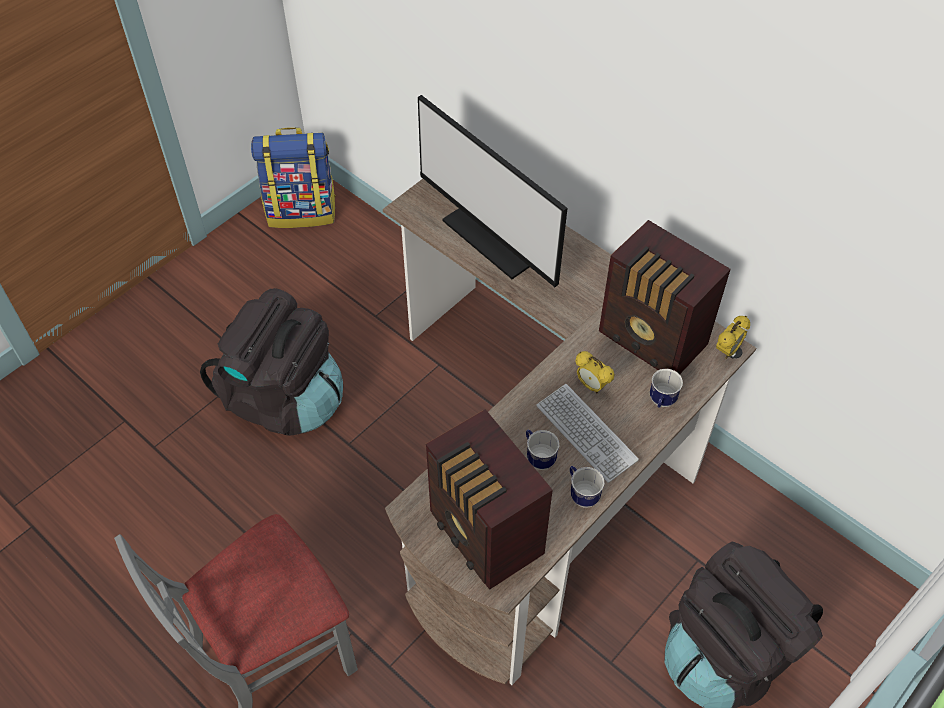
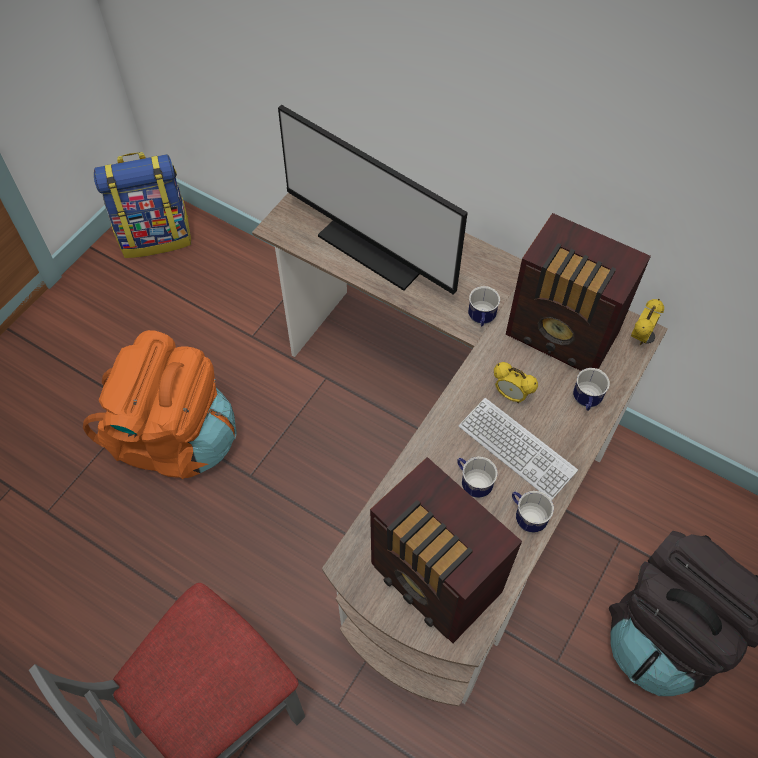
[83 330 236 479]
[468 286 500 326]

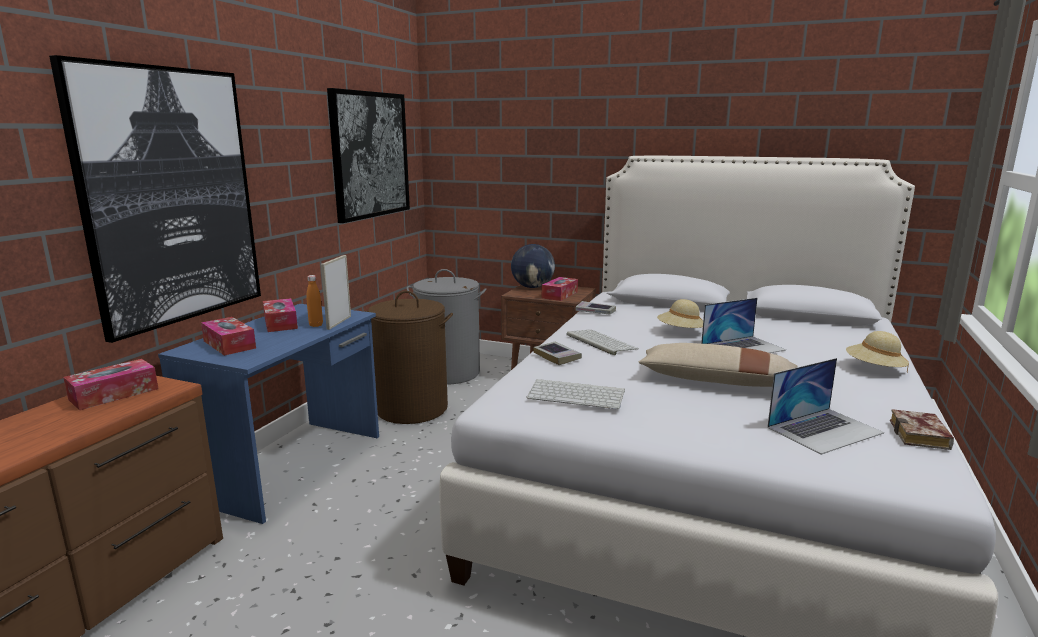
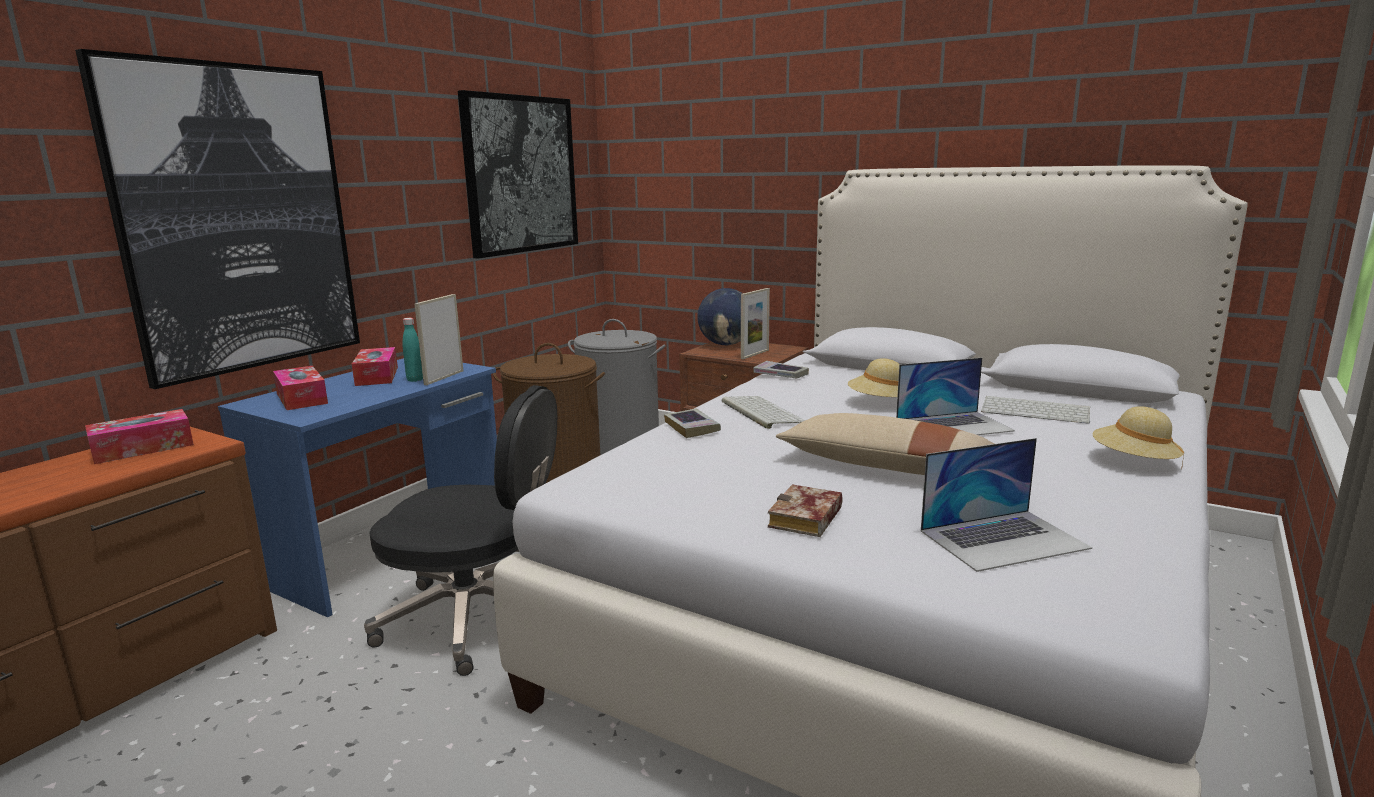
[403 318 423 382]
[981 396 1090 424]
[741 288 770 359]
[768 485 843 537]
[364 385 557 676]

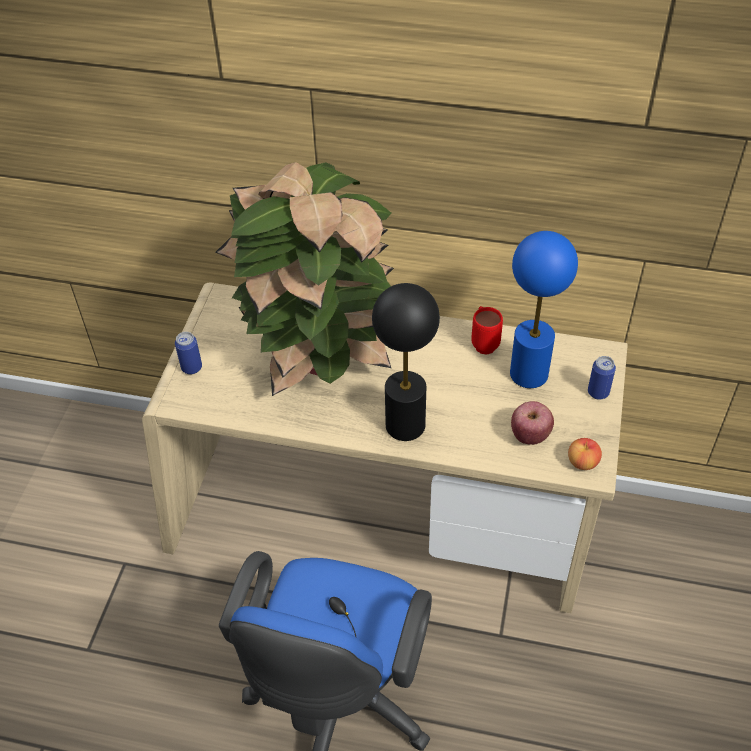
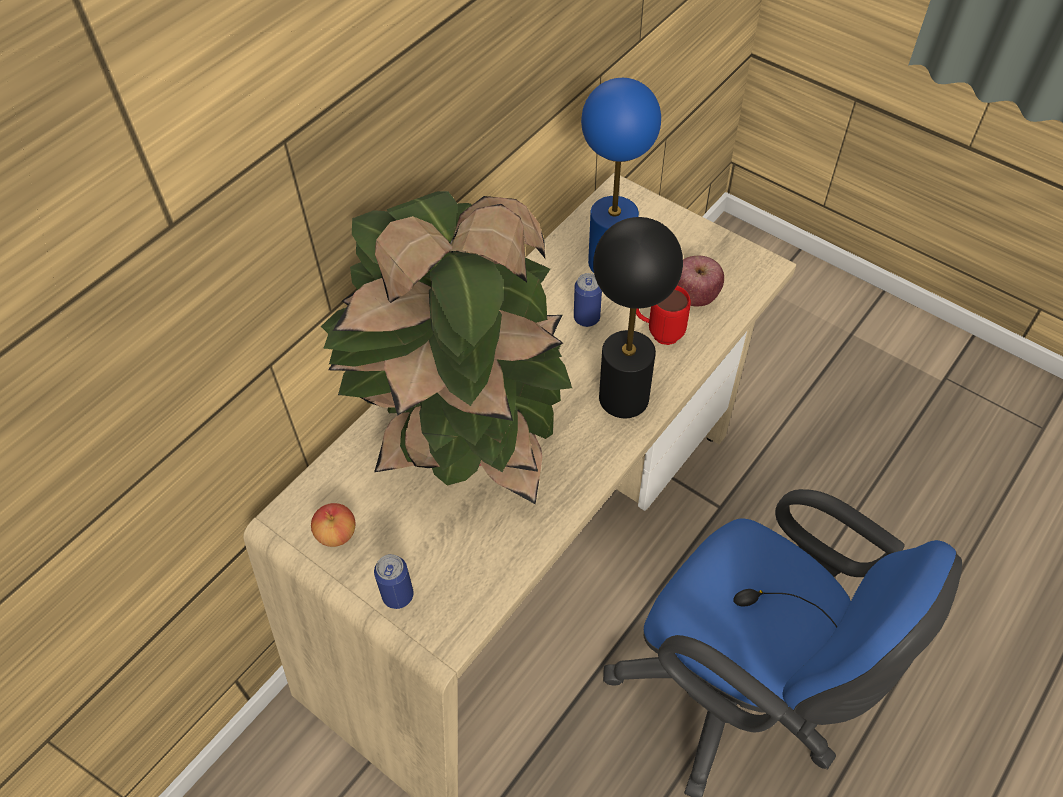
[636 286 691 345]
[311 503 356 547]
[574 273 602 327]

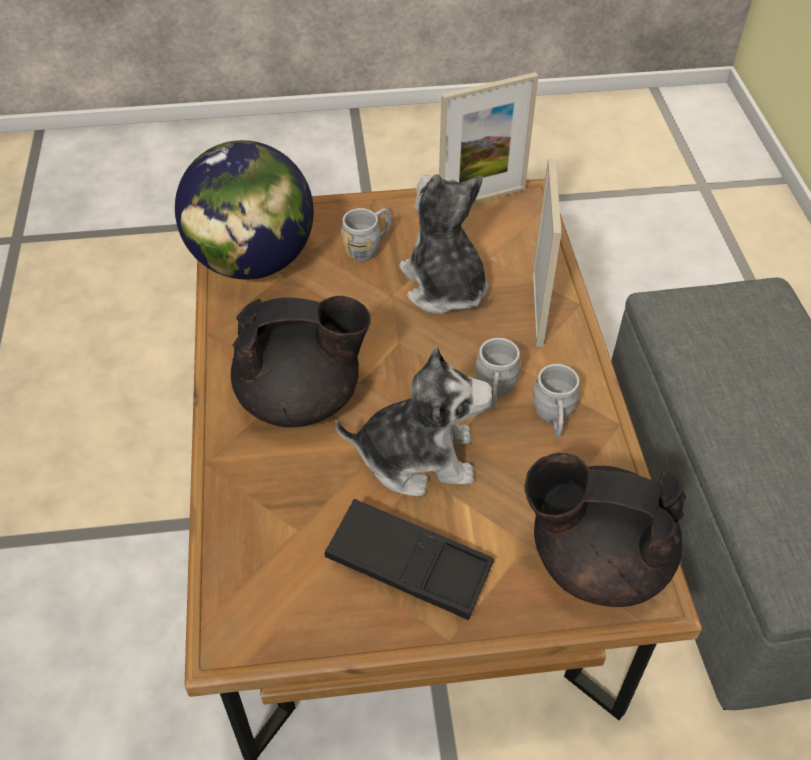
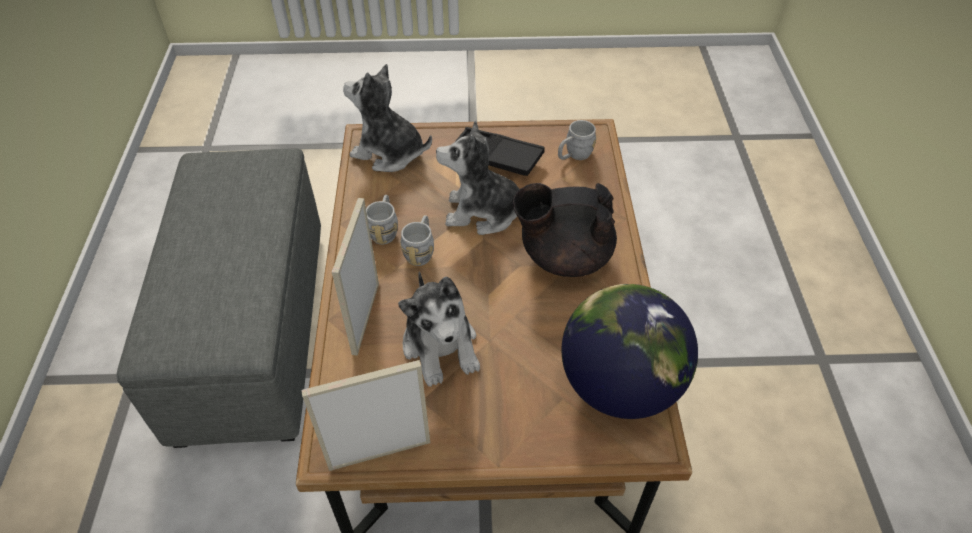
[558 120 596 160]
[343 64 432 172]

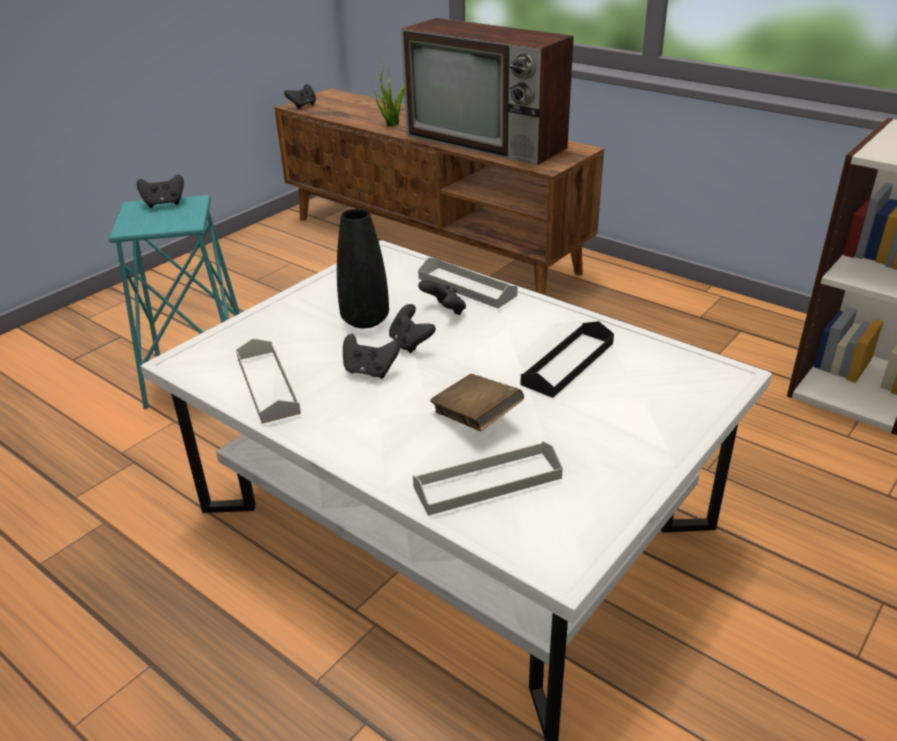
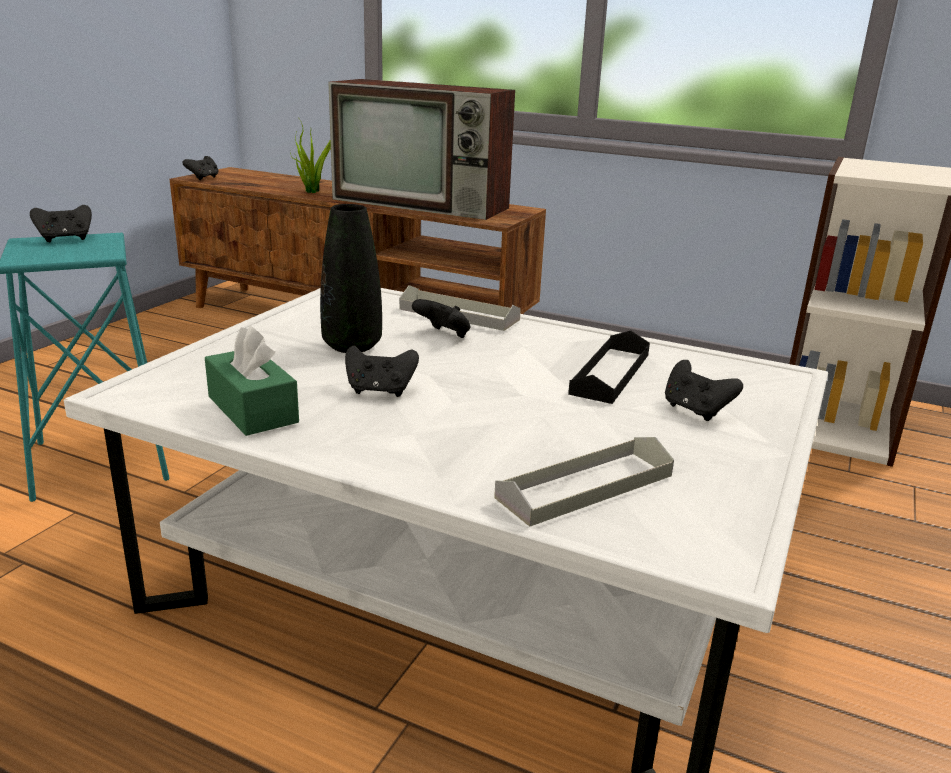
[205 325 299 436]
[665 360 743 421]
[430 374 524 431] (first image)

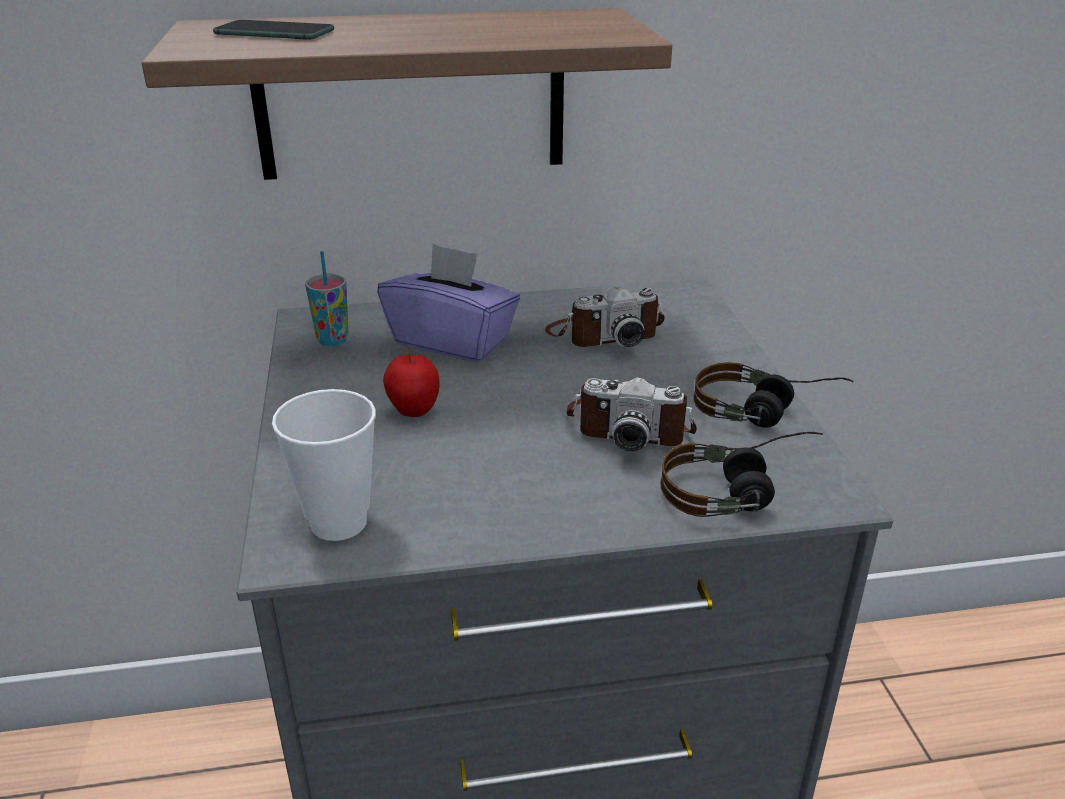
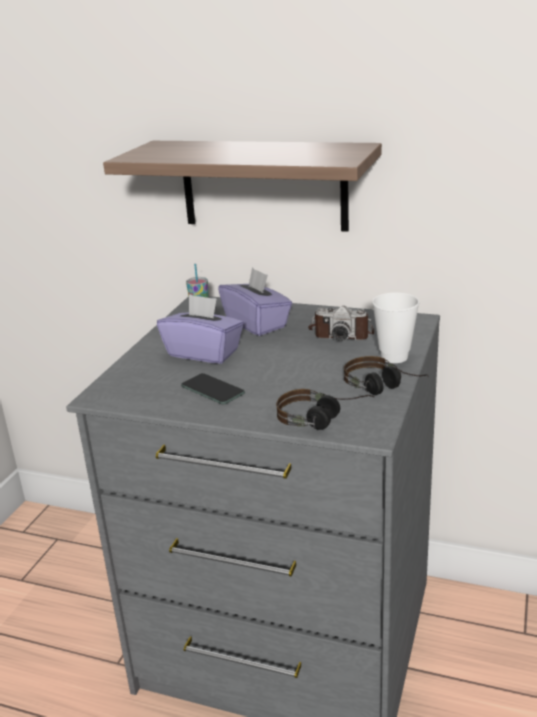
[181 373 245 405]
[372 292 419 363]
[157 294 244 364]
[566 377 697 451] (first image)

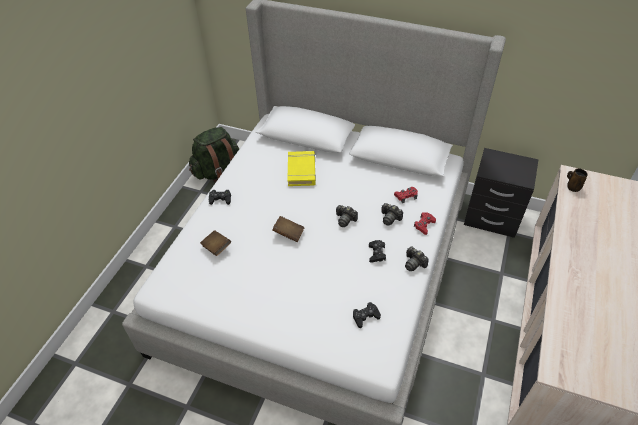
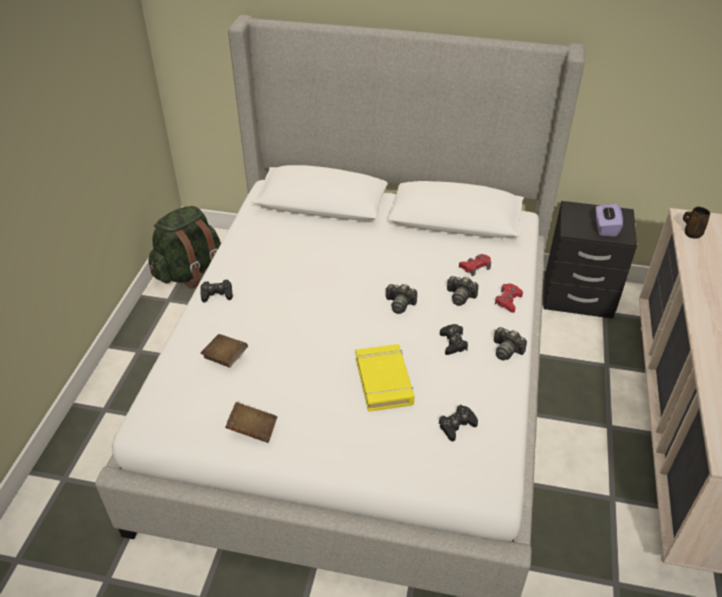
[225 402 277 443]
[356 344 415 412]
[596 204 623 237]

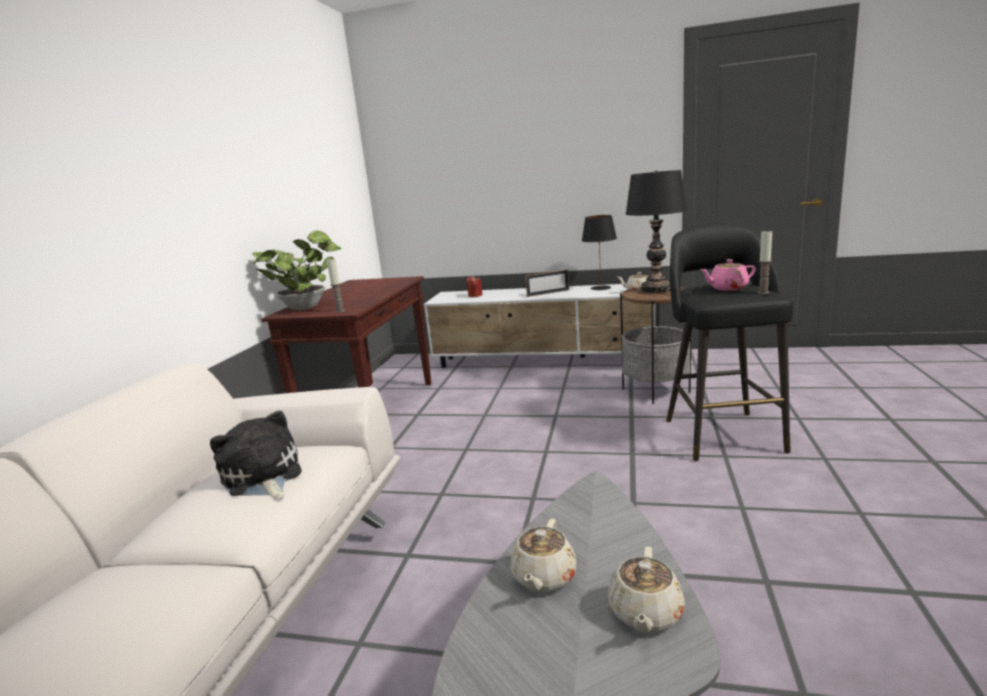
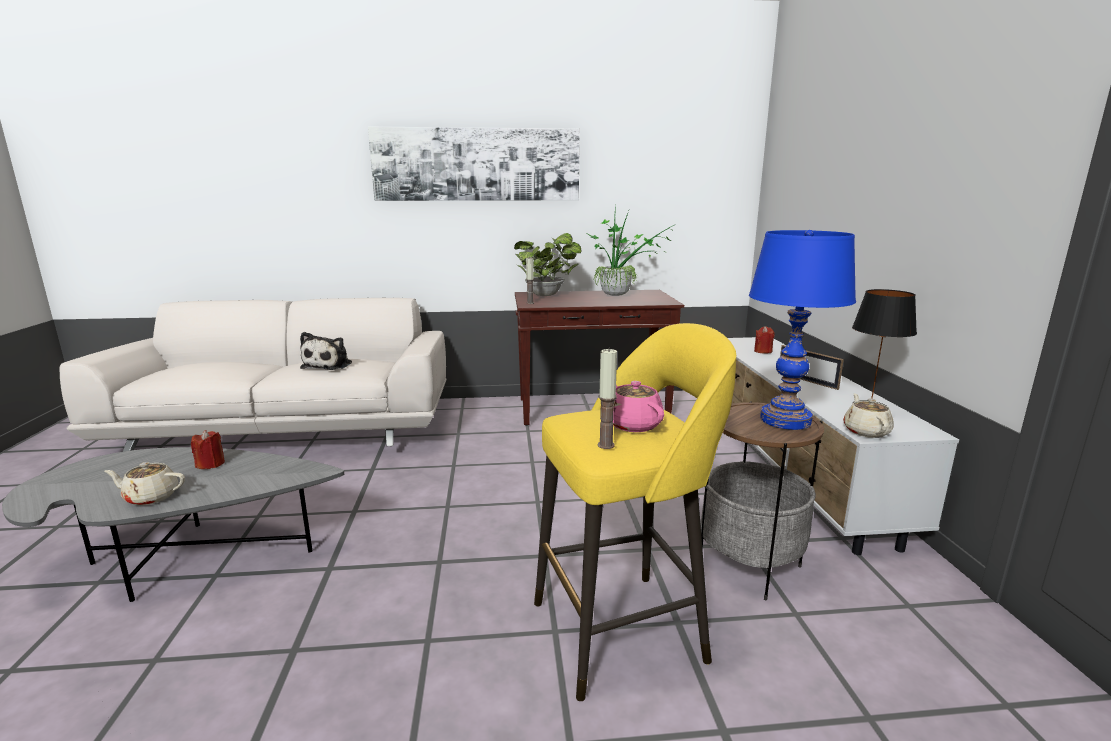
[300 332 352 370]
[191 430 225 469]
[749 230 856 430]
[534 323 736 701]
[368 127 580 201]
[588 202 676 296]

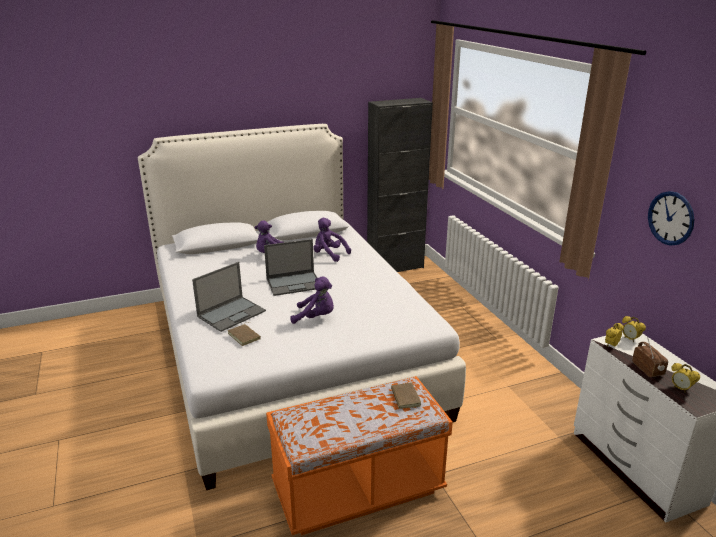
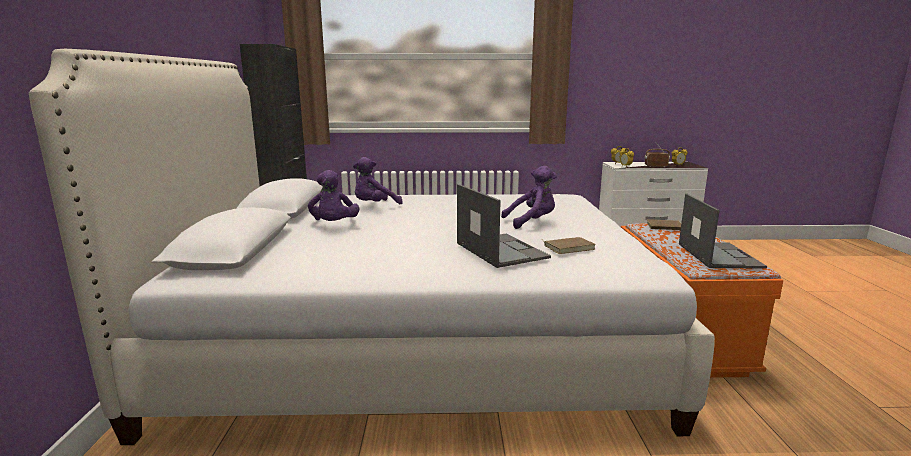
[679 193 767 269]
[501 166 557 229]
[648 191 695 246] (first image)

